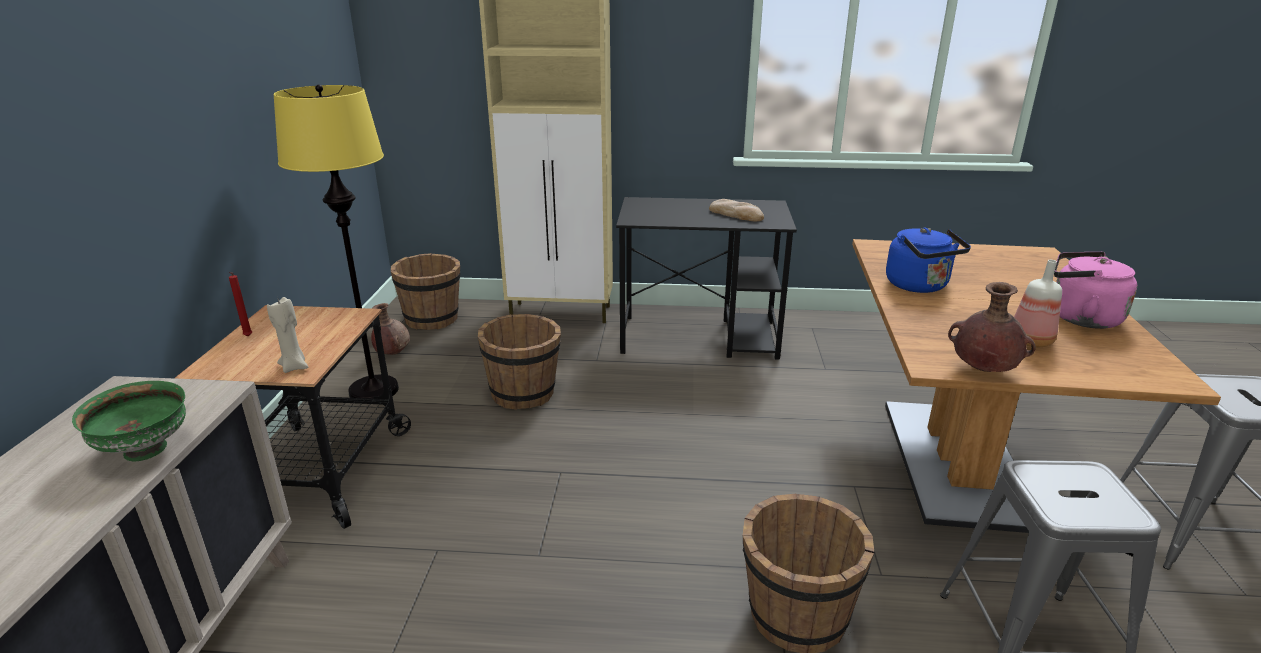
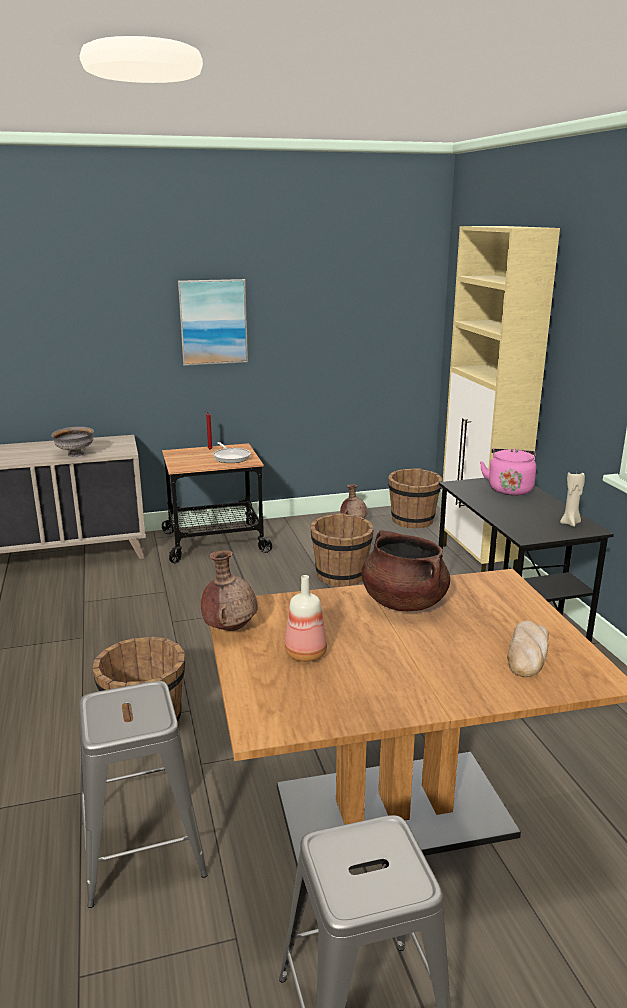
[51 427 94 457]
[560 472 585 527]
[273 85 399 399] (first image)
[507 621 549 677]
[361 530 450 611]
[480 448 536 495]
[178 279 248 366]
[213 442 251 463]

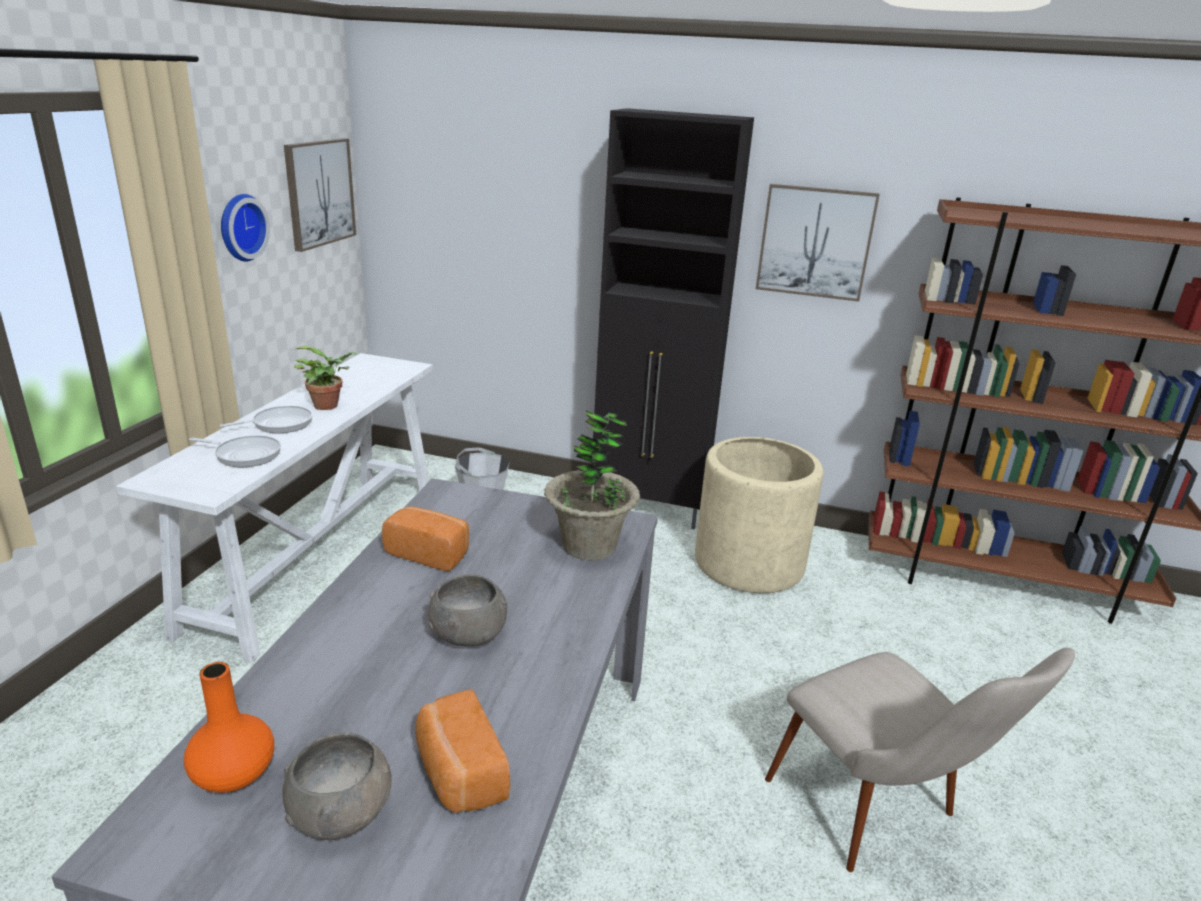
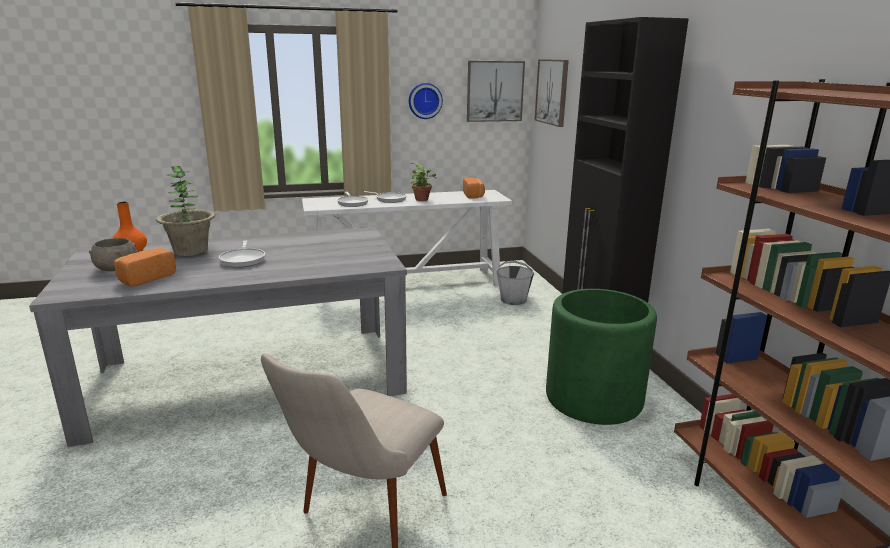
[463 178 485 198]
[219 240 265 267]
[156 166 215 256]
[546 289 657 425]
[535 59 569 127]

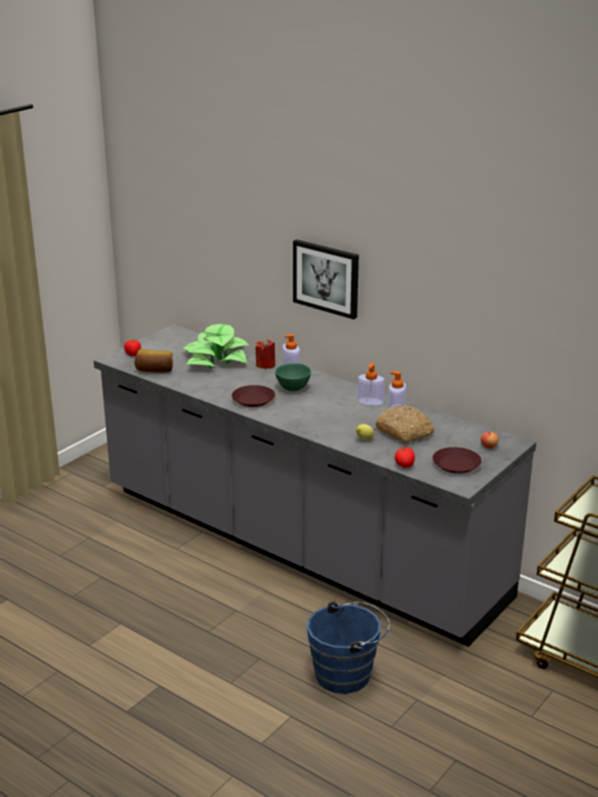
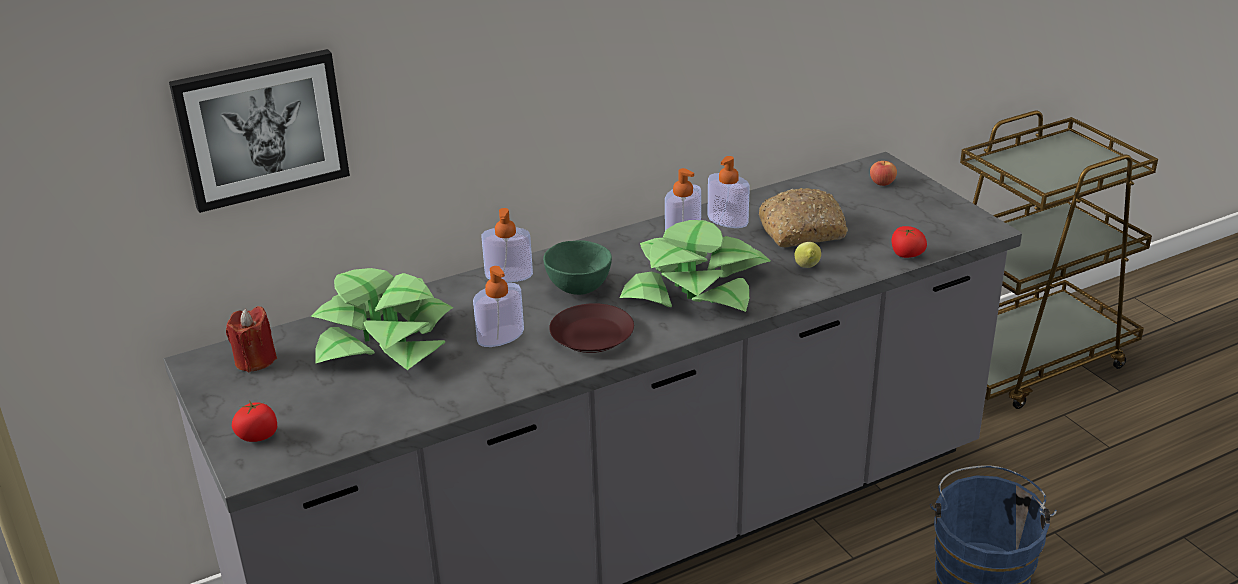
[134 349 173 373] (first image)
[226 306 277 372]
[169 49 350 213]
[433 447 482 474] (first image)
[473 266 524 347]
[620 220 771 312]

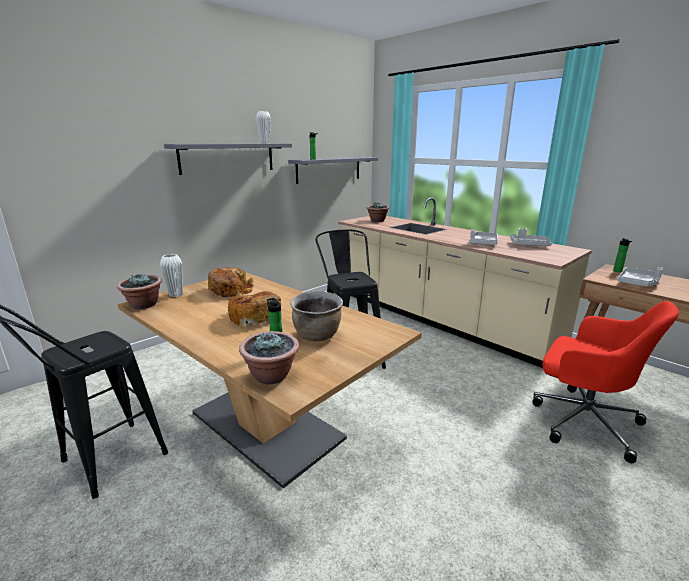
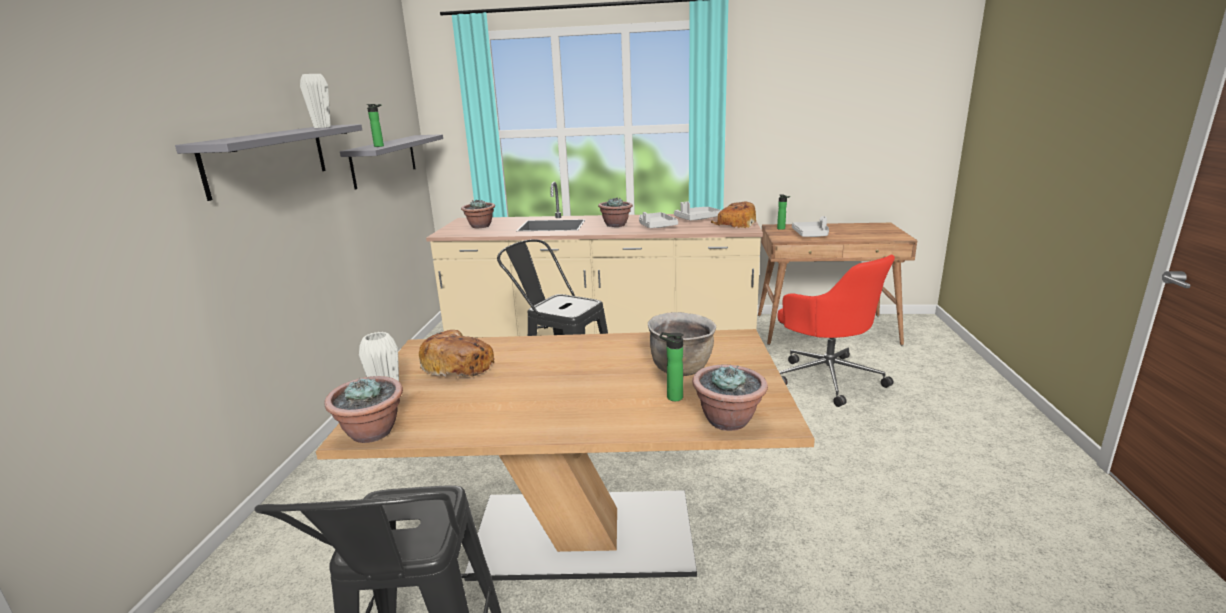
[711 201 756 228]
[777 255 895 407]
[598 198 633 227]

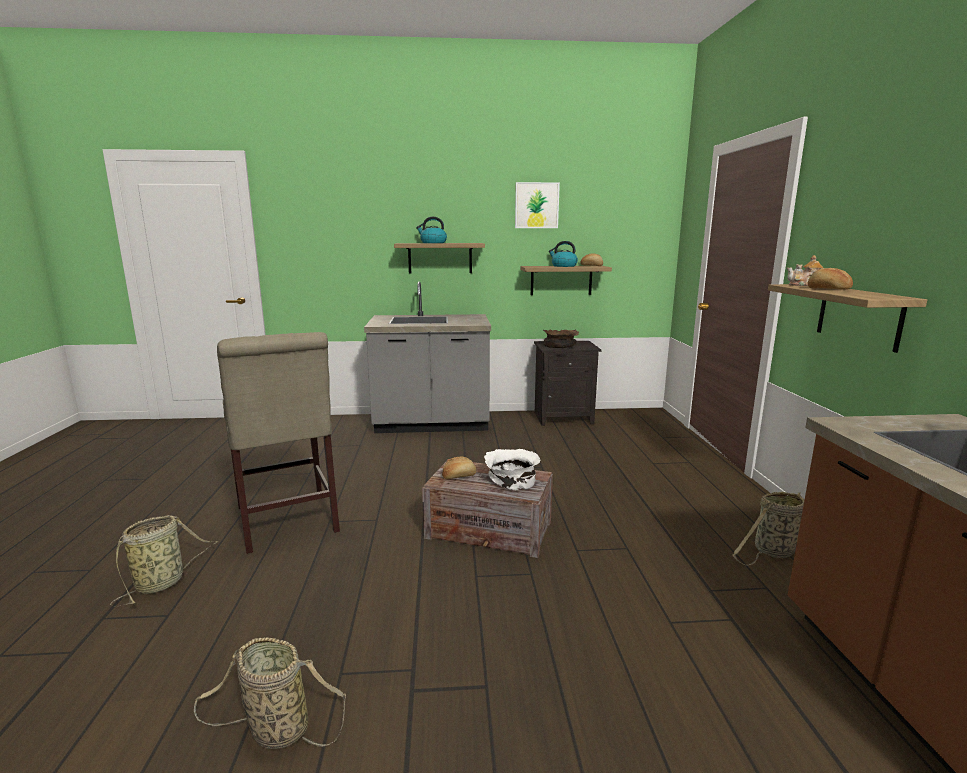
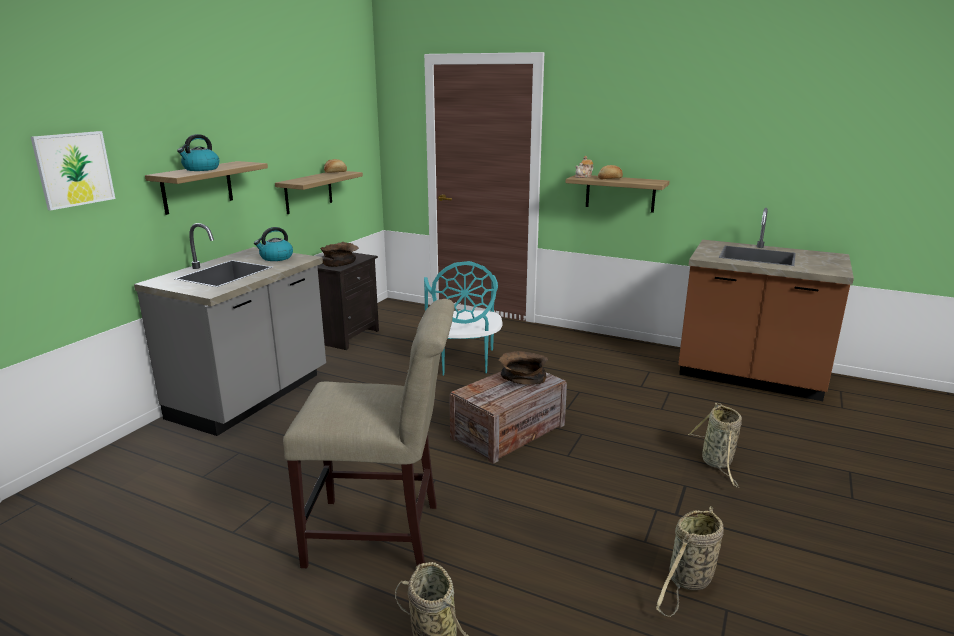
[442 457 476 479] (first image)
[499 351 548 385]
[31 131 115 210]
[254 227 293 261]
[688 403 742 487]
[421 261 503 376]

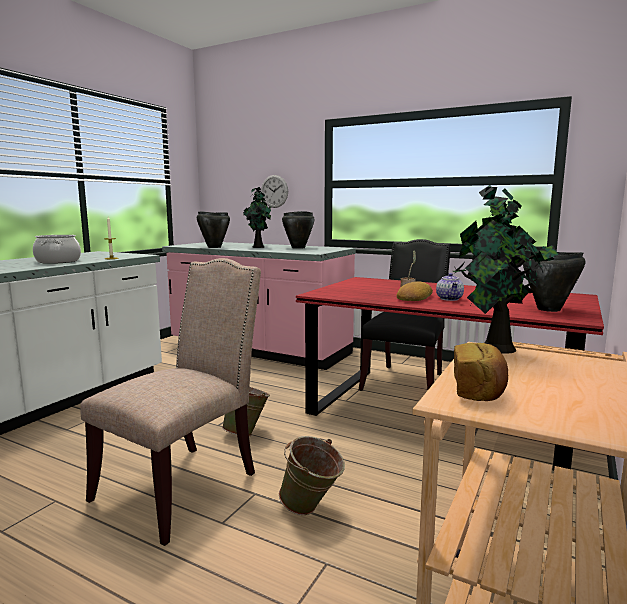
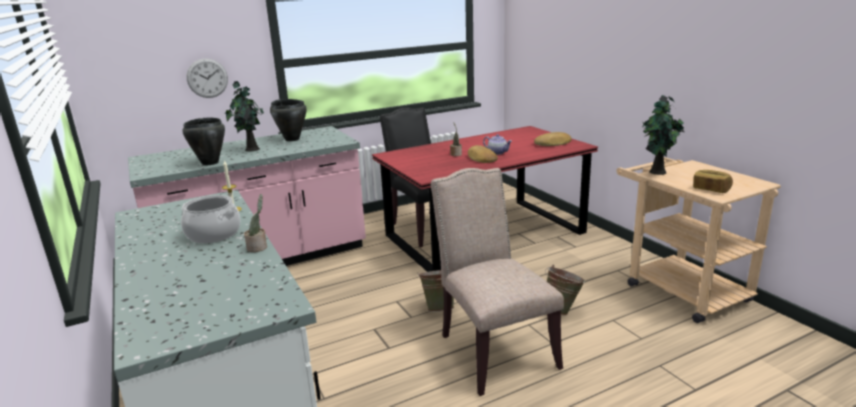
[534 132 572 146]
[244 194 267 252]

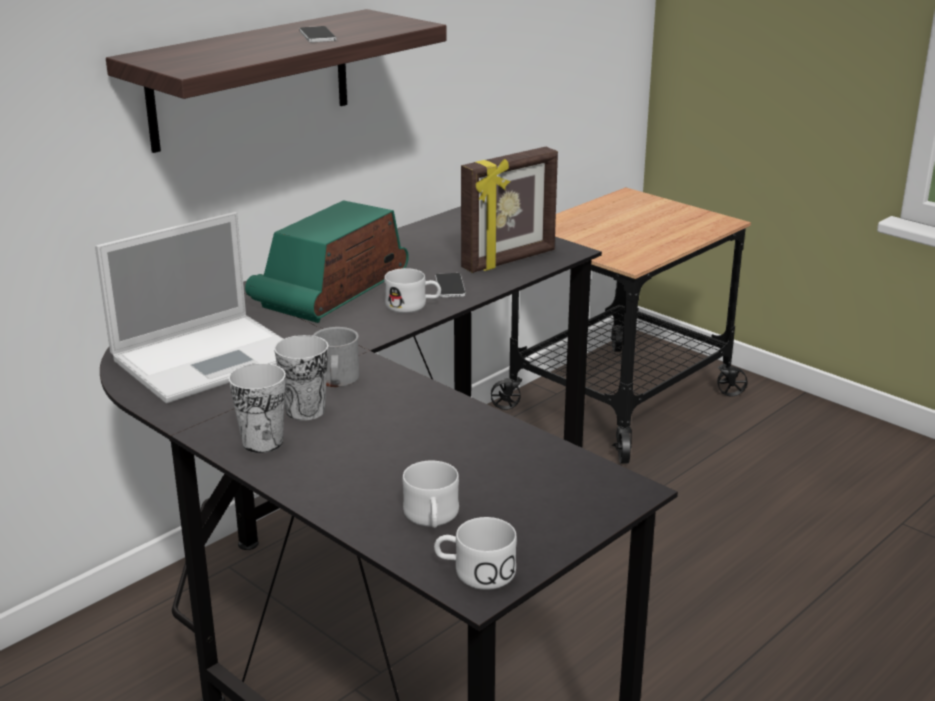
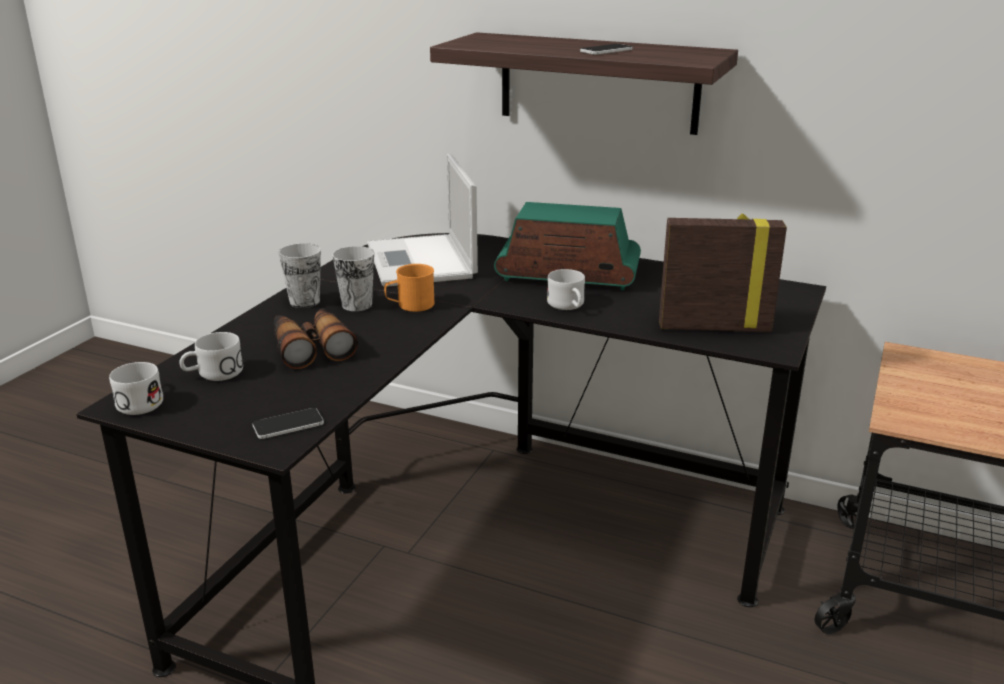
[367 154 478 287]
[384 264 434 312]
[252 408 324 439]
[659 213 787 332]
[274 308 358 369]

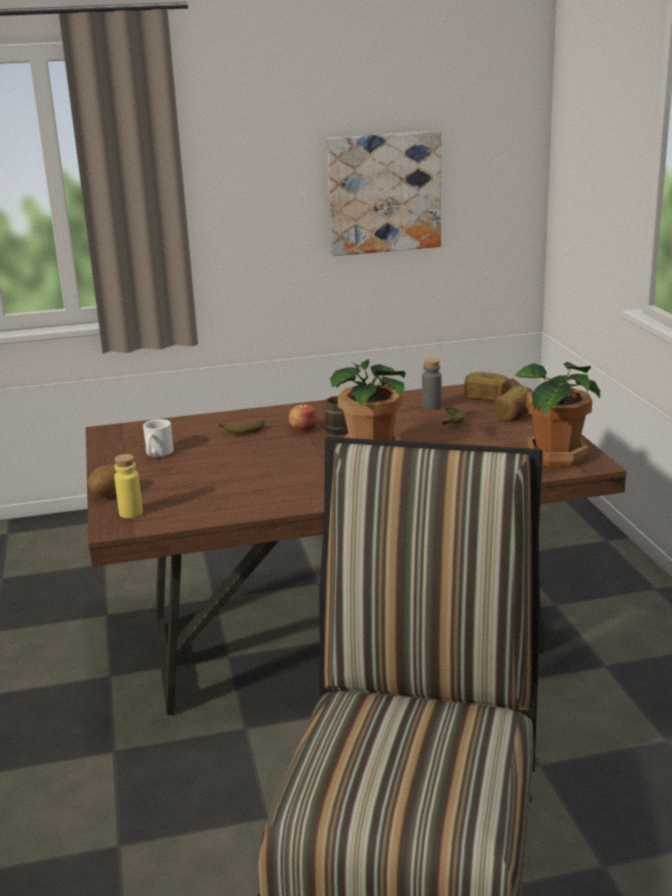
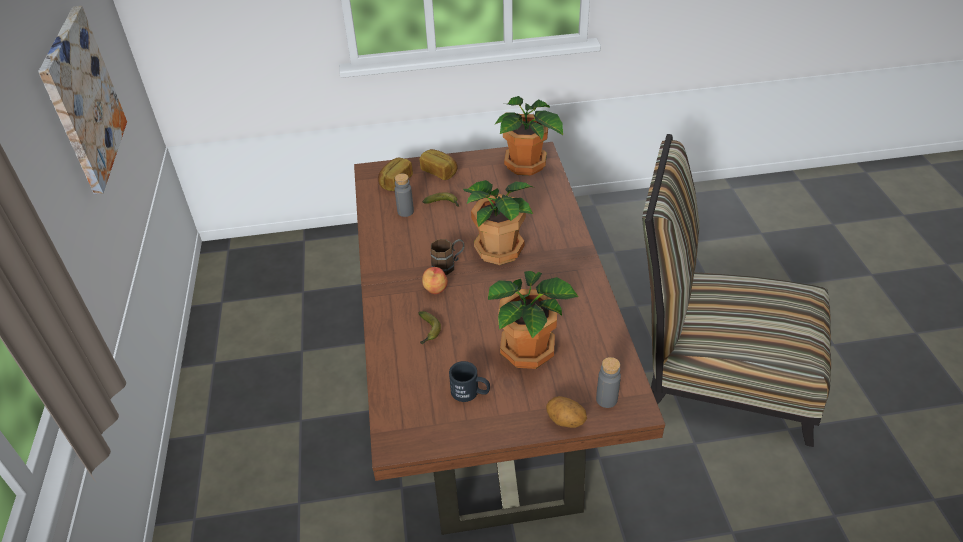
[596 357 621 408]
[449 361 490 402]
[488 271 579 369]

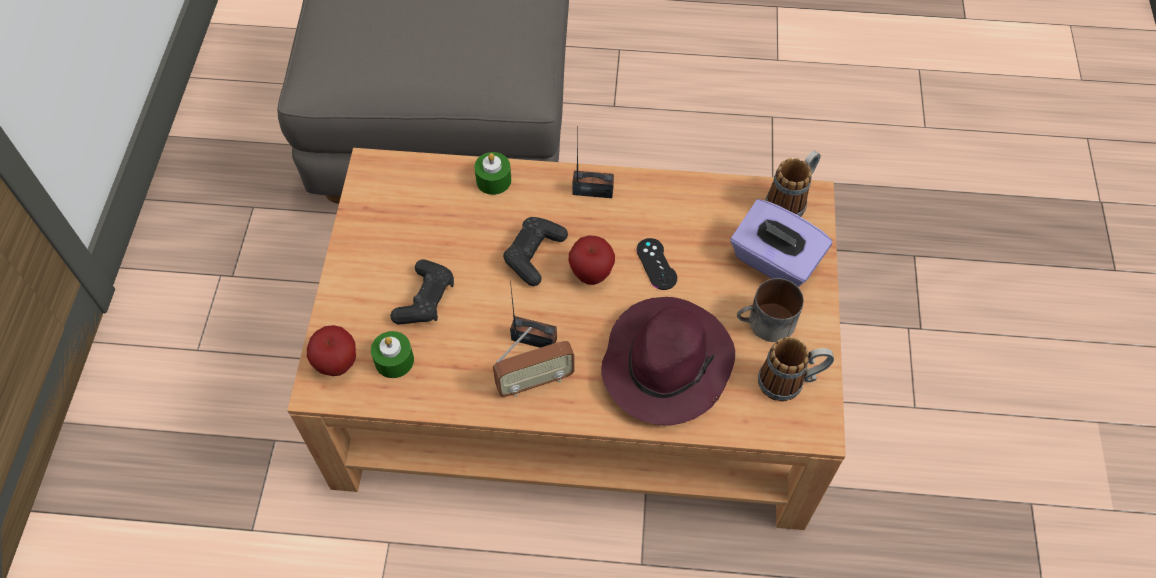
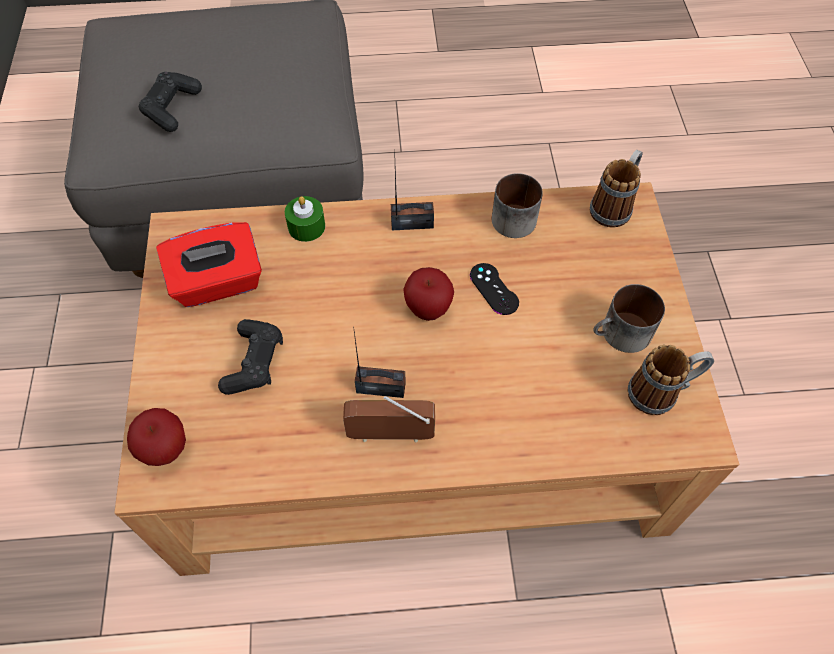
[371 331 414 378] (first image)
[343 396 435 443]
[138 72 202 132]
[601 297 735 426] (first image)
[730 199 832 288] (first image)
[156 222 262 307]
[492 173 543 238]

